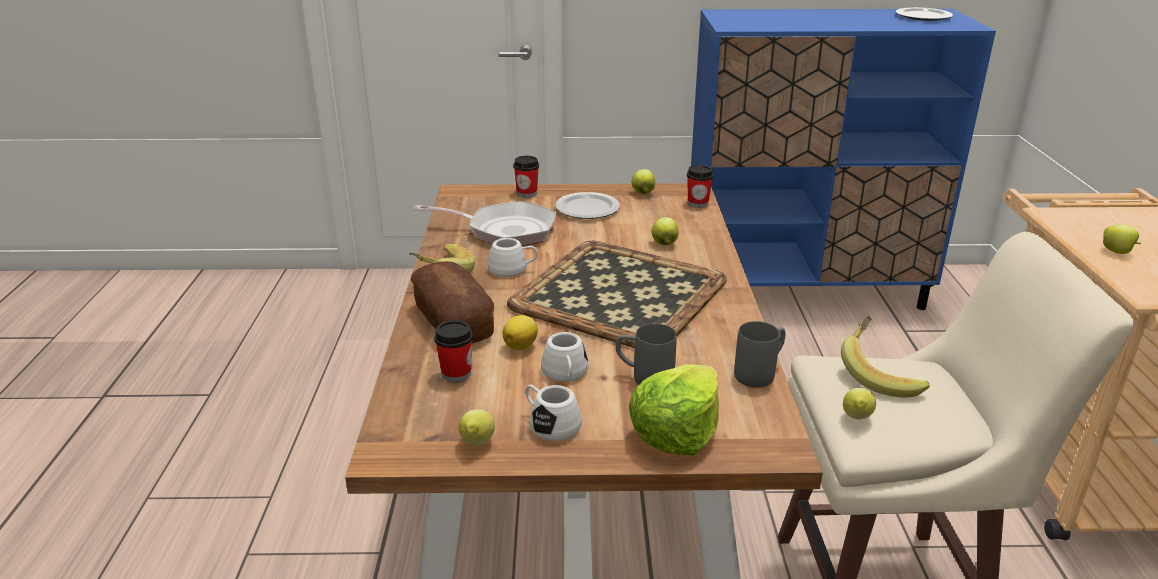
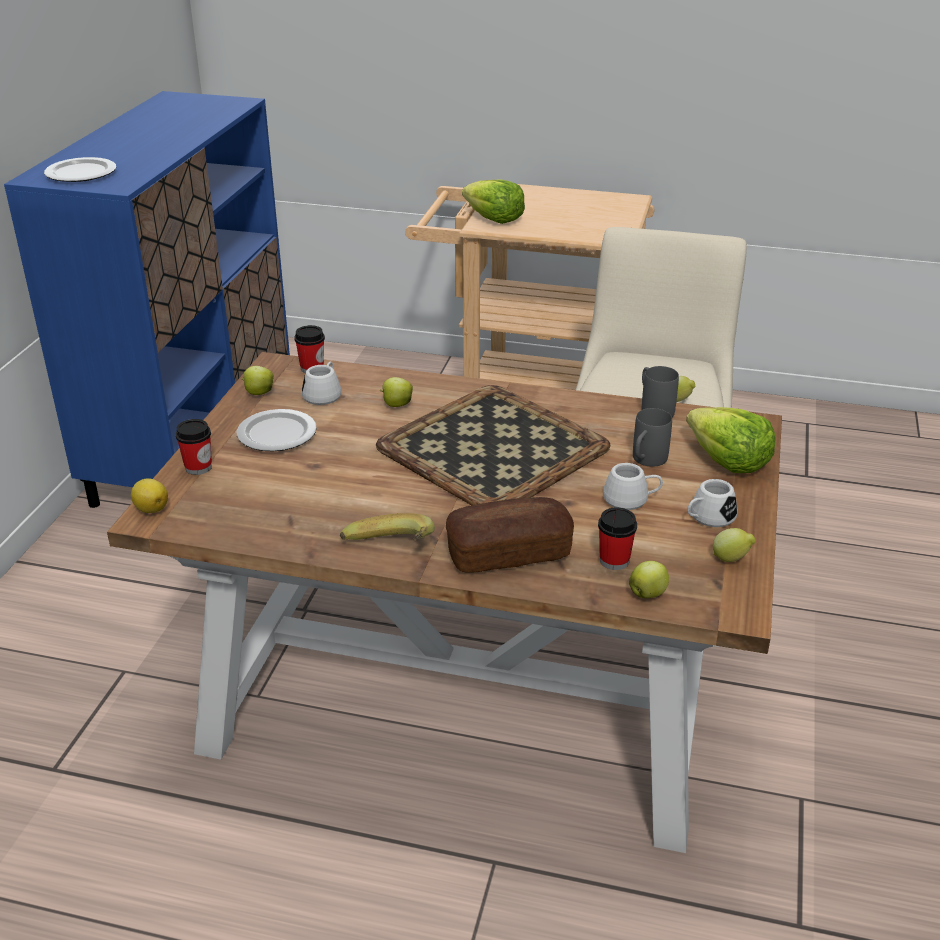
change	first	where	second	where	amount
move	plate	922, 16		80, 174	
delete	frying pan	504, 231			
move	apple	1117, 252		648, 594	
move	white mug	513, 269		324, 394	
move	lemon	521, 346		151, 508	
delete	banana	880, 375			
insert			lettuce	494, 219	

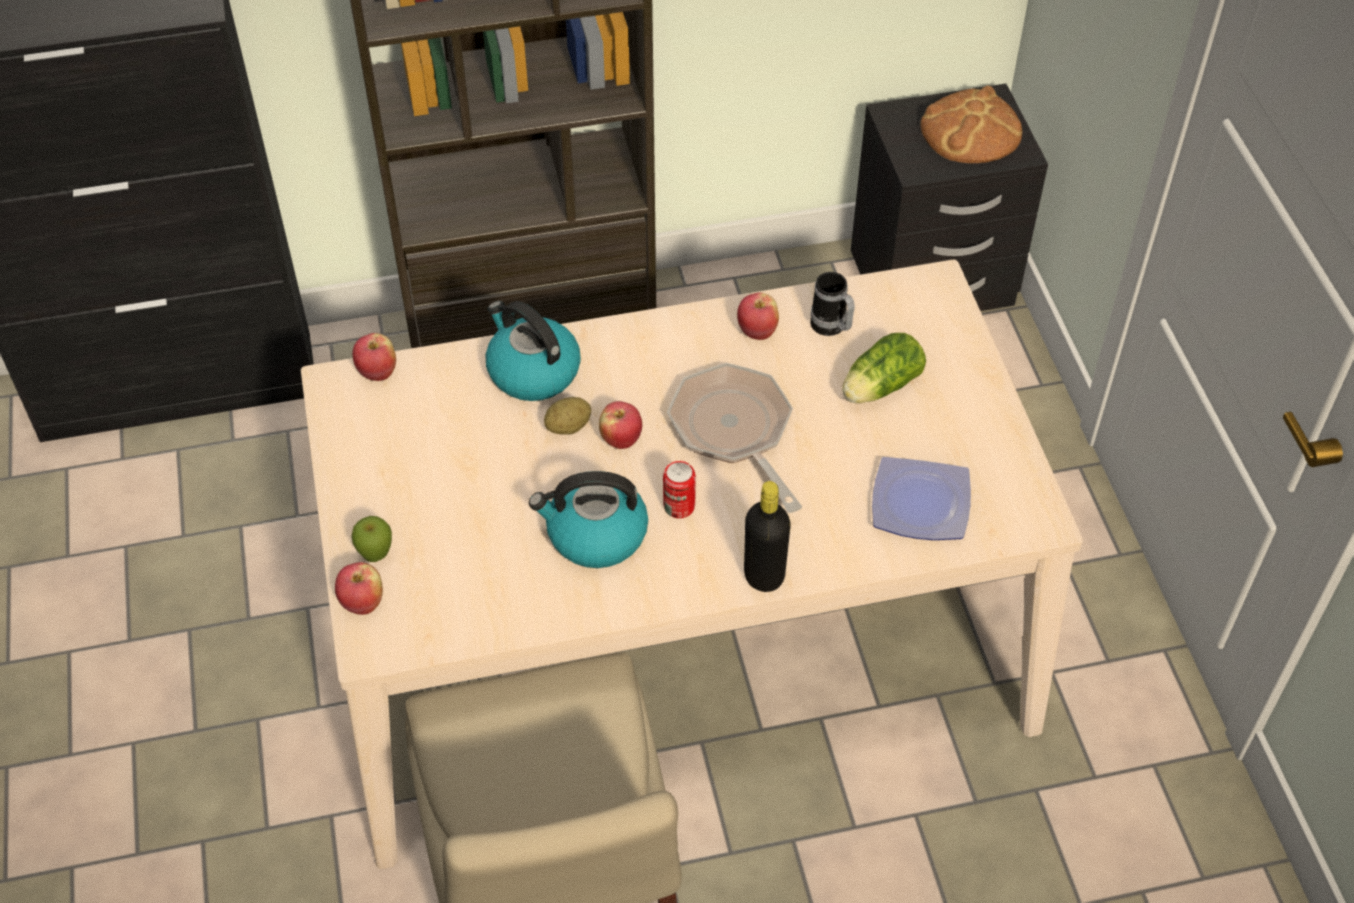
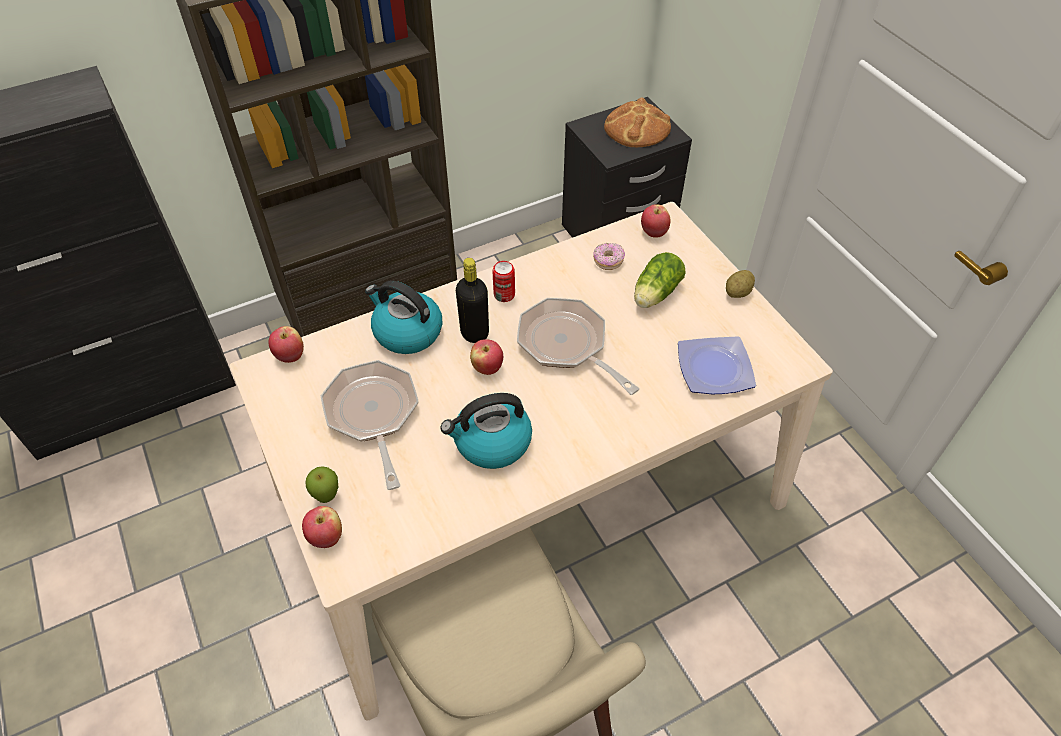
change	first	where	second	where	amount
replace	mug	832, 328	donut	608, 261	
move	apple	757, 331		654, 232	
move	potato	568, 427		737, 292	
move	can	679, 506		504, 295	
move	black bottle	764, 576		474, 333	
insert			frying pan	373, 415	

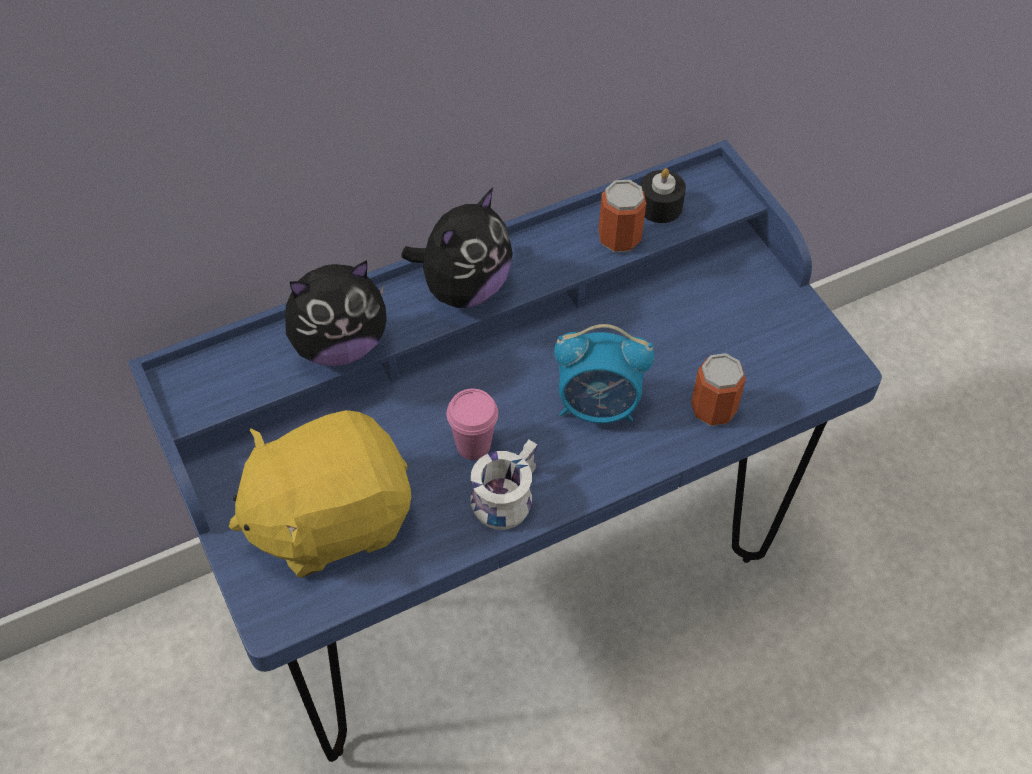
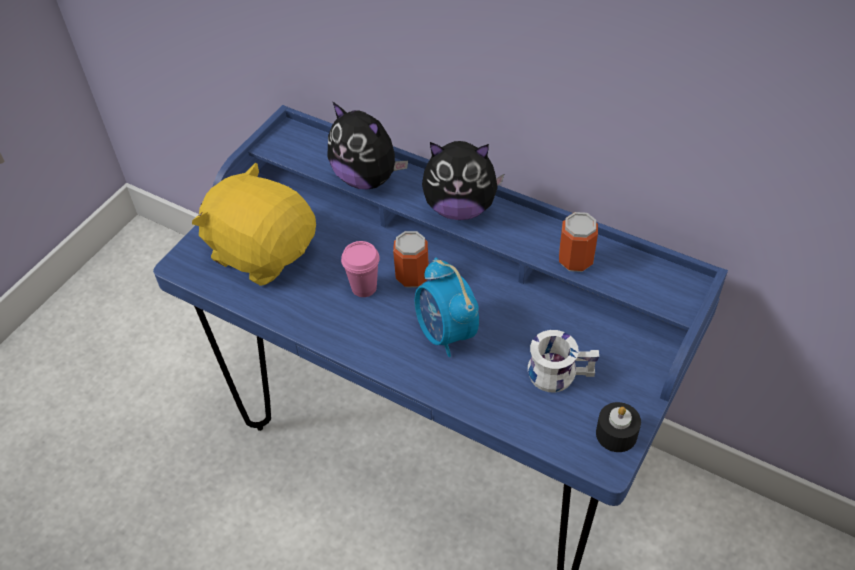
change	first	where	second	where	amount
move	black candle	660, 206		616, 434	
move	can	713, 409		412, 276	
move	white mug	503, 495		558, 371	

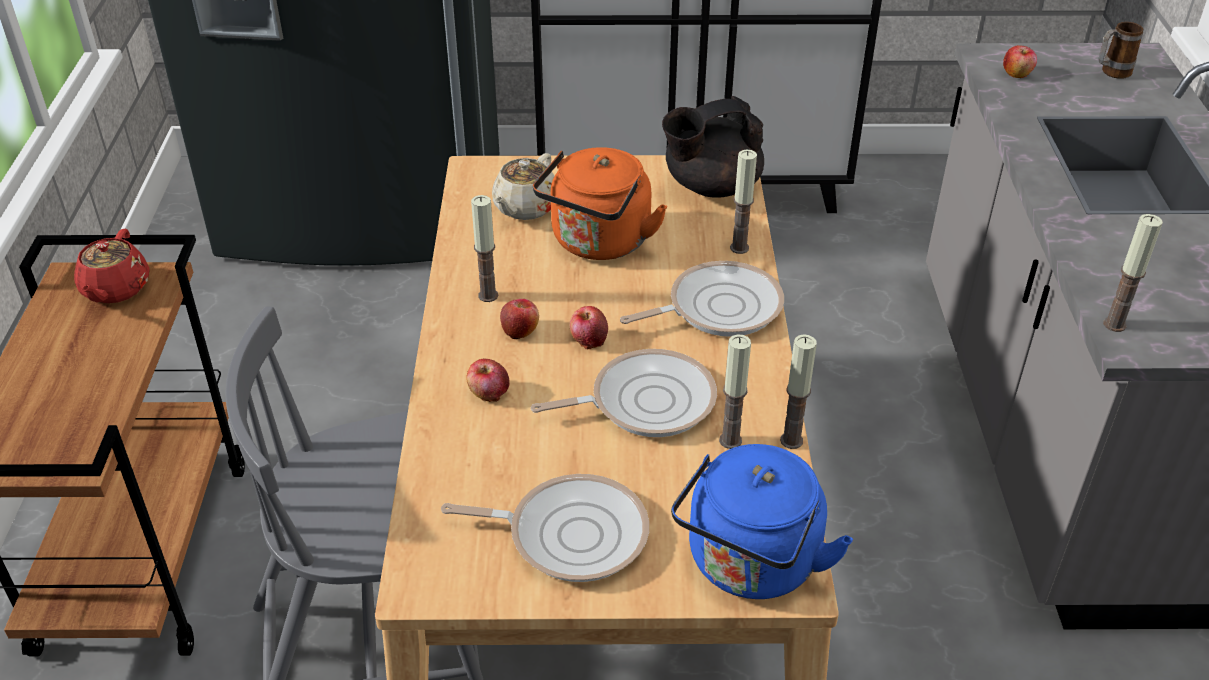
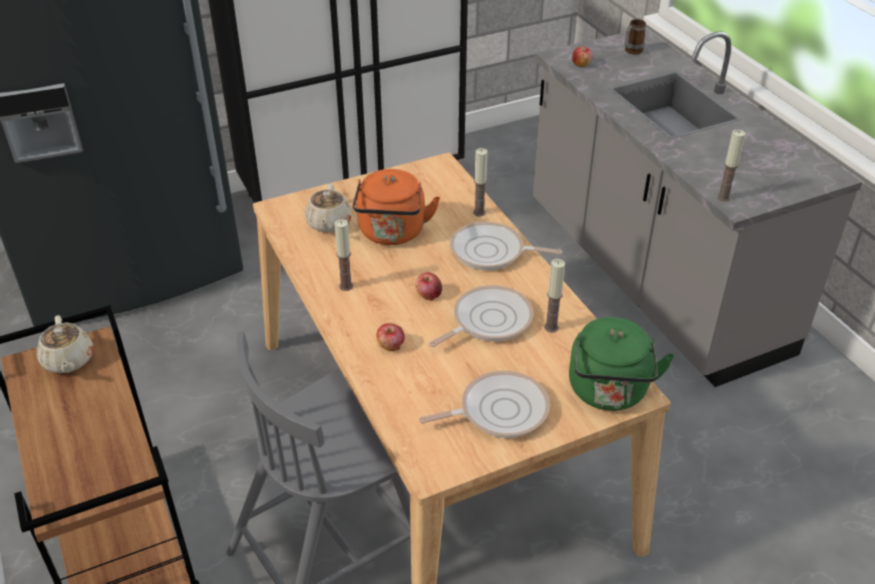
change	first	where	second	where	amount
delete	black teapot	710, 187			
recolor	red teapot	115, 289	beige teapot	68, 361	
rotate	frying pan	718, 307		491, 252	120 degrees counterclockwise
delete	apple	520, 330			
delete	candle	791, 440			
recolor	blue kettle	750, 566	green kettle	609, 393	

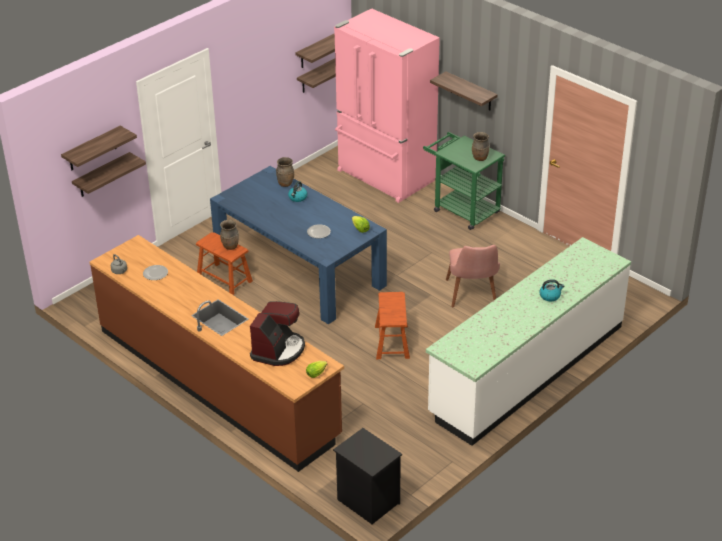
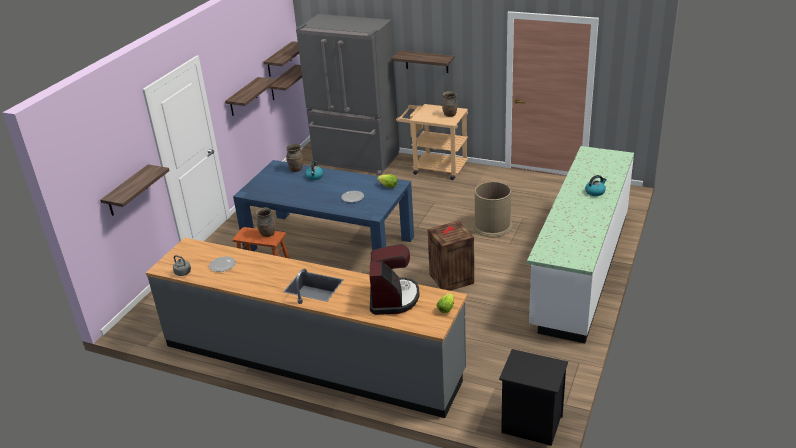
change	first	where	second	where	amount
recolor	pink fridge	384, 176	grey fridge	356, 160	
move	shelf	92, 149		243, 97	
recolor	green cart	462, 209	beige cart	435, 168	
recolor	brown counter	217, 382	grey counter	311, 359	
replace	pink chair	473, 297	brown trash can	492, 226	
replace	brown stool	392, 342	crate	450, 278	

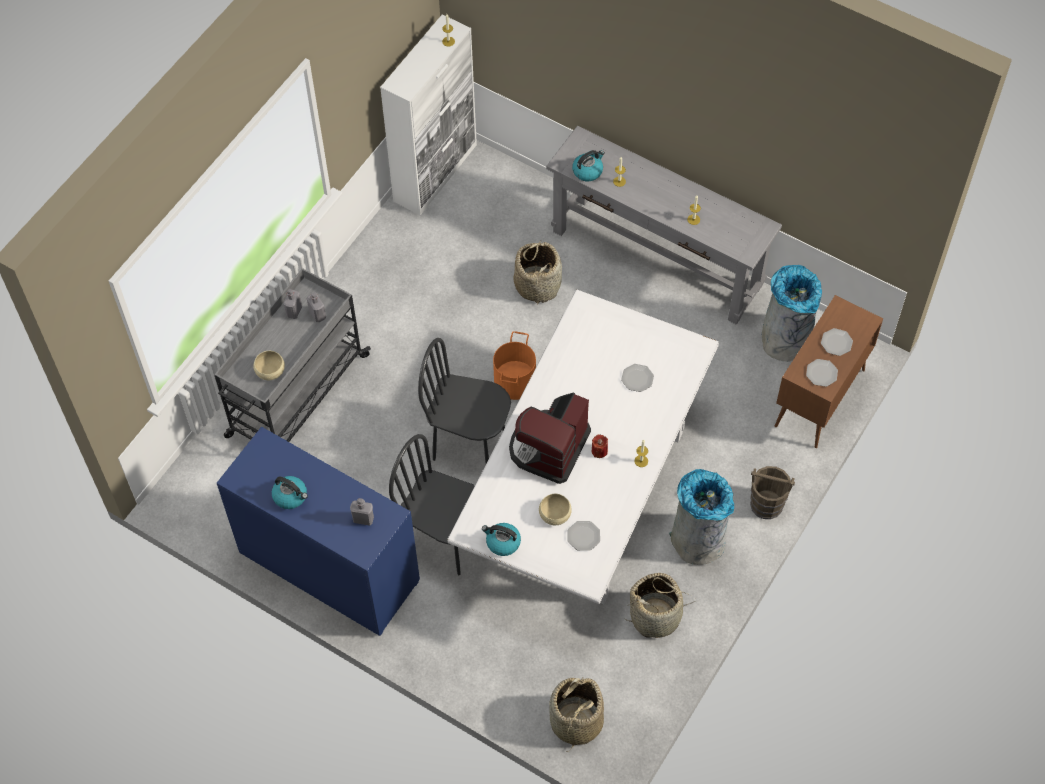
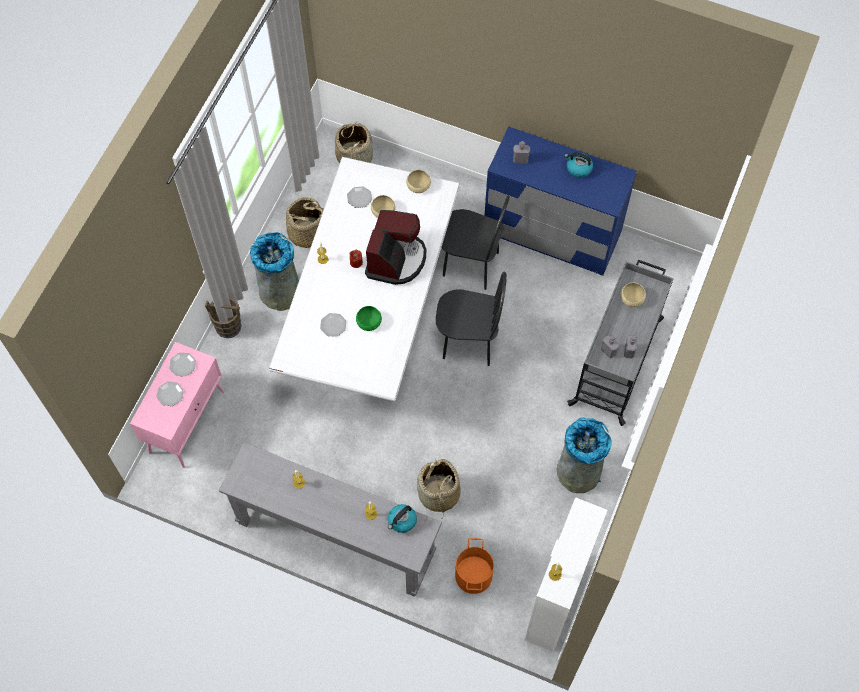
change	first	where	second	where	amount
move	grey trash can	785, 341		578, 471	
recolor	brown cabinet	819, 399	pink cabinet	187, 421	
move	orange bucket	515, 381		473, 575	
replace	kettle	502, 542	beige bowl	418, 185	
insert			green bowl	369, 322	

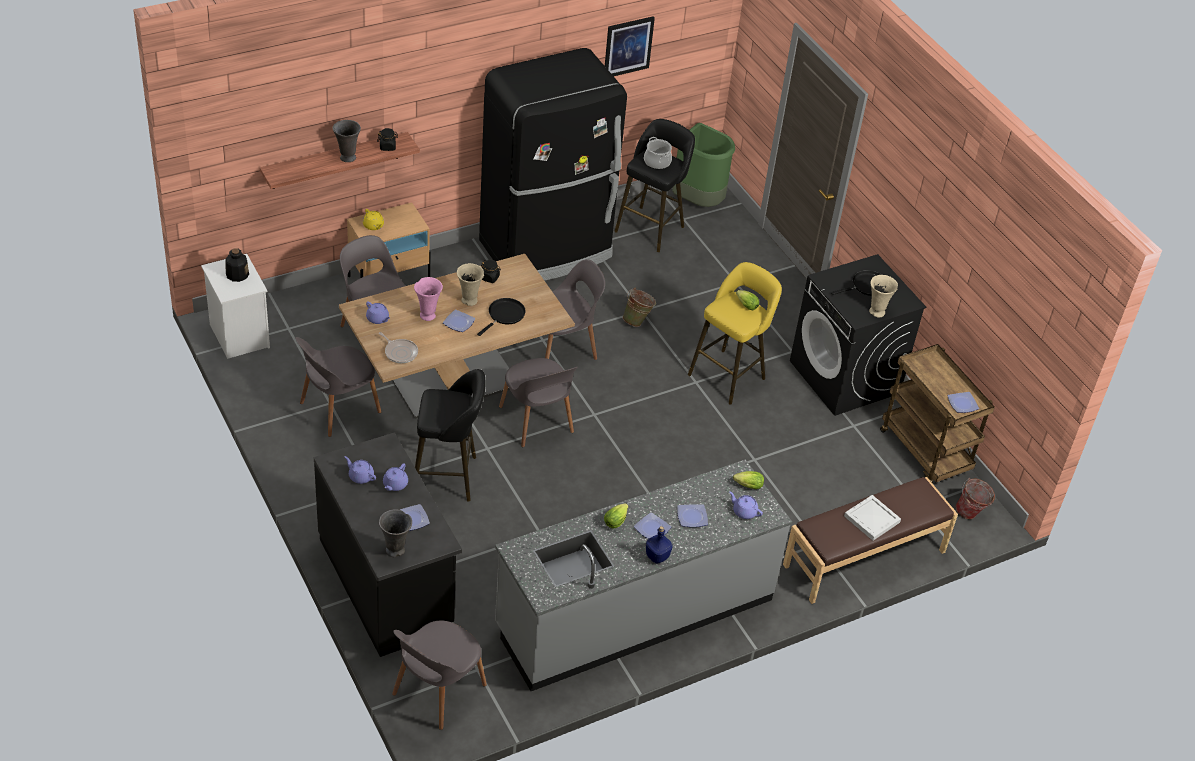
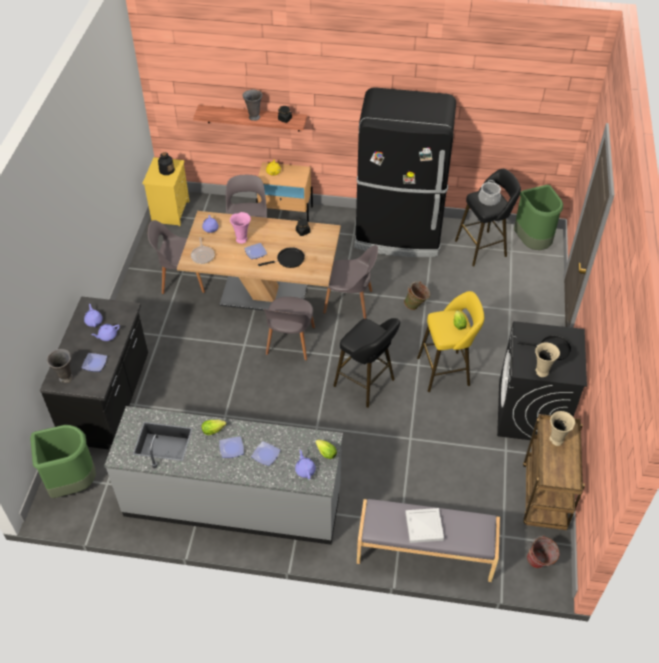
change	first	where	second	where	amount
delete	picture	628, 46			
recolor	white nightstand	238, 335	yellow nightstand	170, 211	
move	beige vase	469, 301		556, 440	
move	black stool	448, 476		367, 384	
delete	plate	962, 404			
recolor	brown bench	865, 559	grey bench	425, 553	
delete	blue bottle	657, 556			
replace	grey chair	437, 691	green trash can	72, 484	

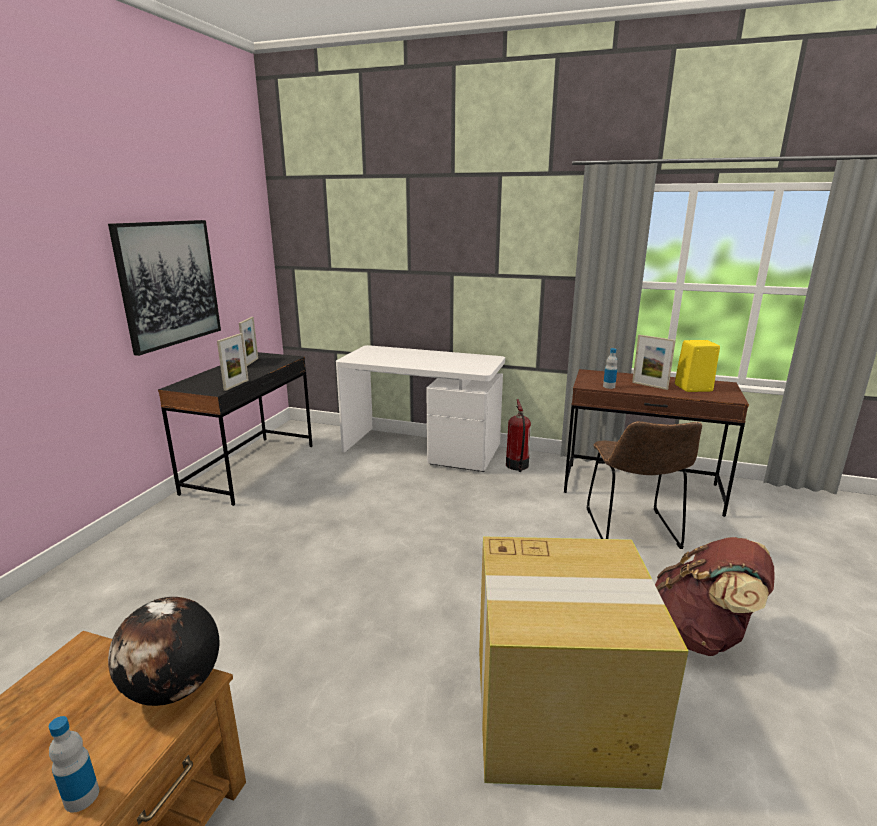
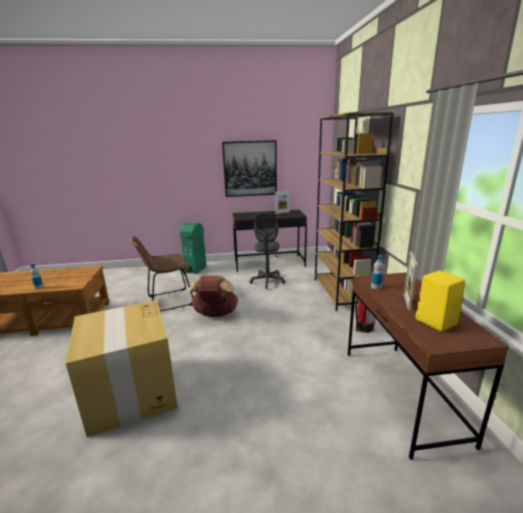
change	first	where	second	where	amount
delete	picture frame	236, 385			
replace	white desk	422, 449	brown bookcase	341, 292	
move	brown chair	633, 531		167, 301	
move	brown backpack	701, 635		215, 314	
delete	globe	174, 688			
insert			grey office chair	267, 281	
insert			green trash can	196, 269	

